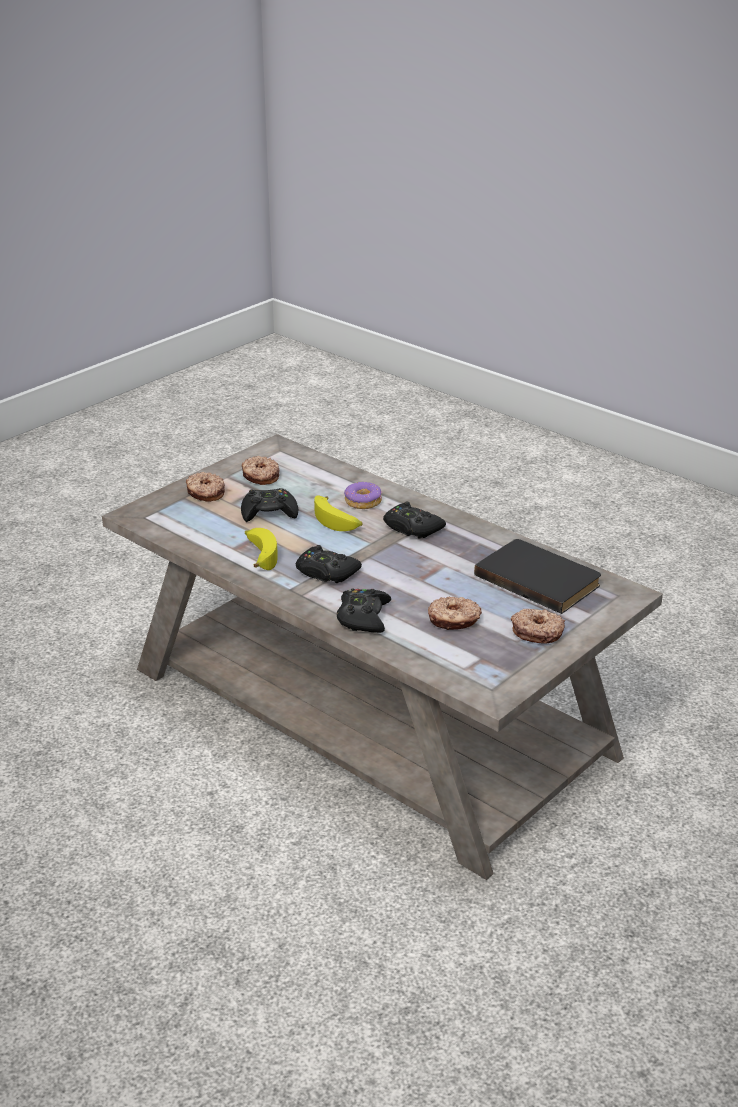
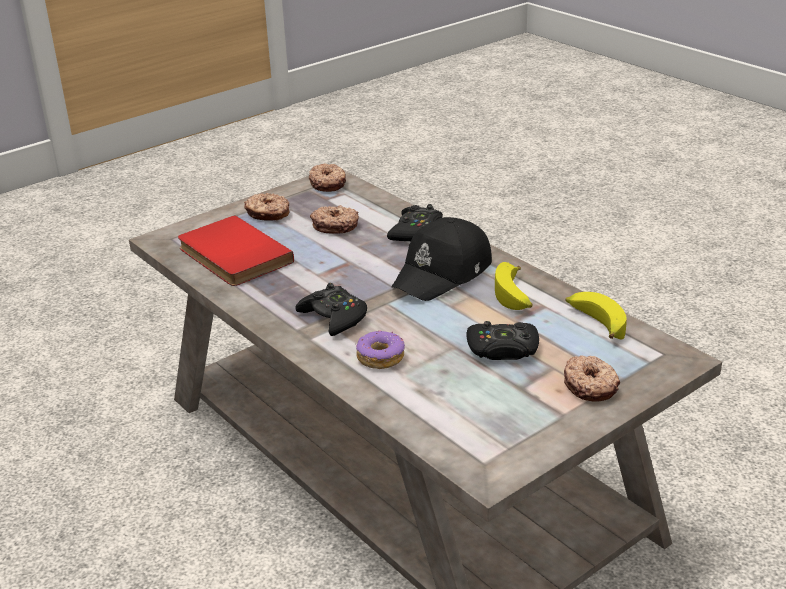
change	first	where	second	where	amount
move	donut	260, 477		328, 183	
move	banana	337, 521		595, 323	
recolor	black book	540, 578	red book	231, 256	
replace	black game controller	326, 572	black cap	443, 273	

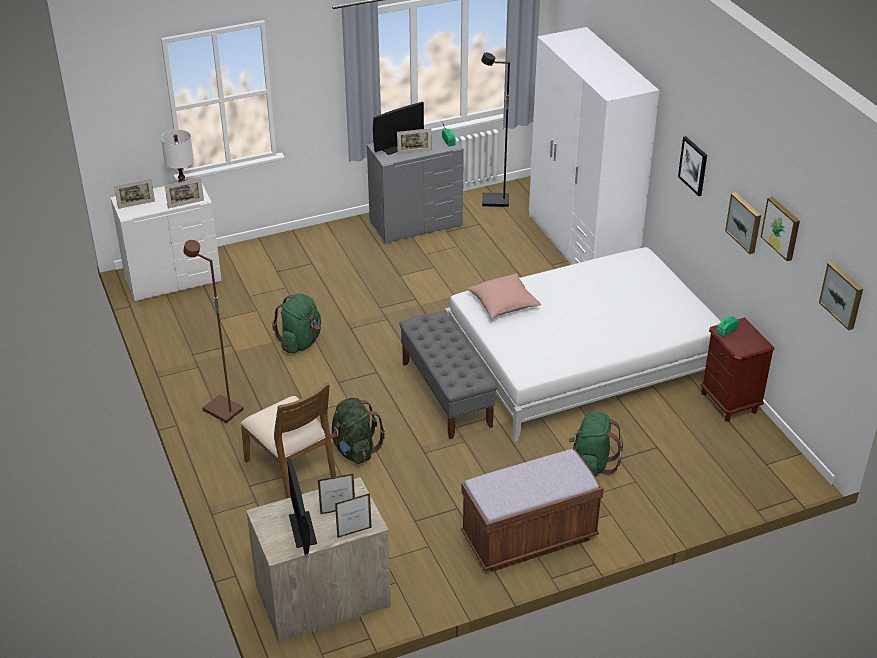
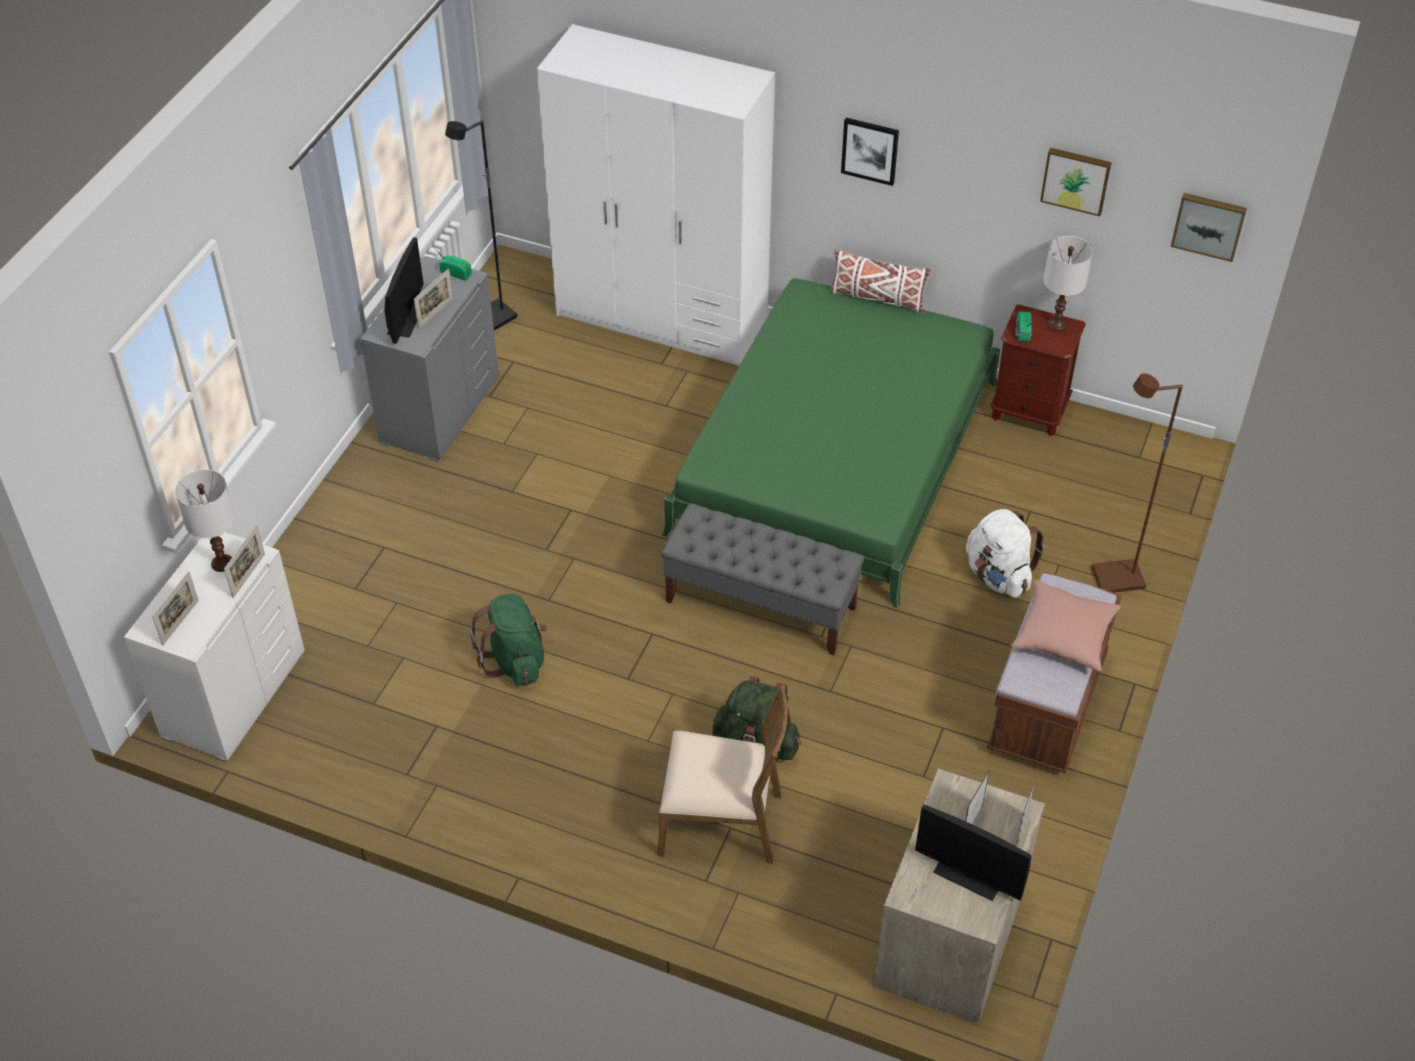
change	first	where	second	where	amount
delete	picture	745, 222			
move	brown floor lamp	222, 410		1117, 579	
recolor	white bed	583, 356	green bed	835, 457	
move	pink pillow	503, 304		1064, 635	
recolor	green backpack	592, 464	white backpack	998, 576	
insert			white table lamp	1057, 324	
insert			white pillow	877, 298	

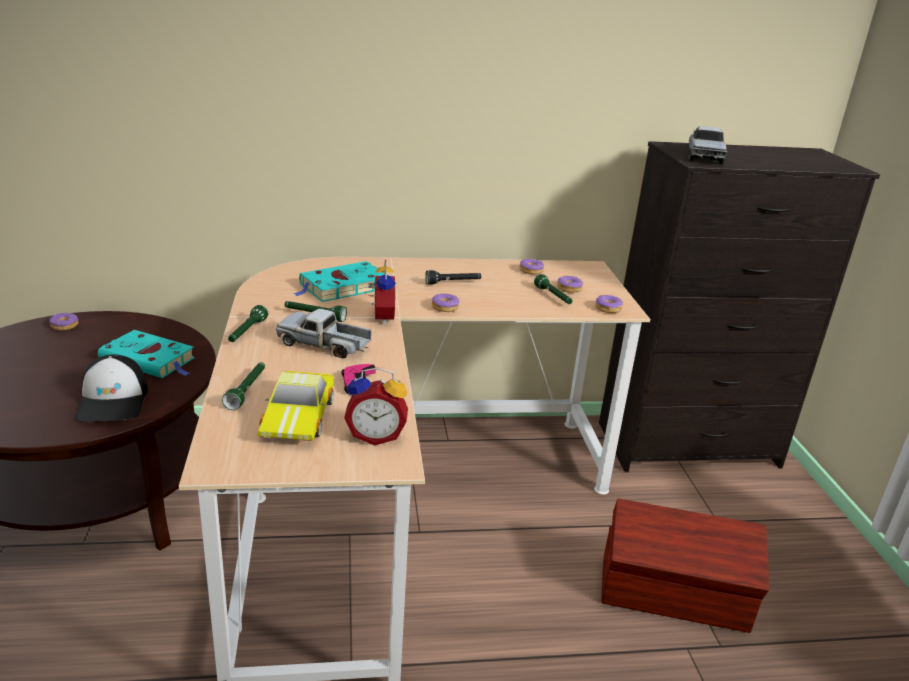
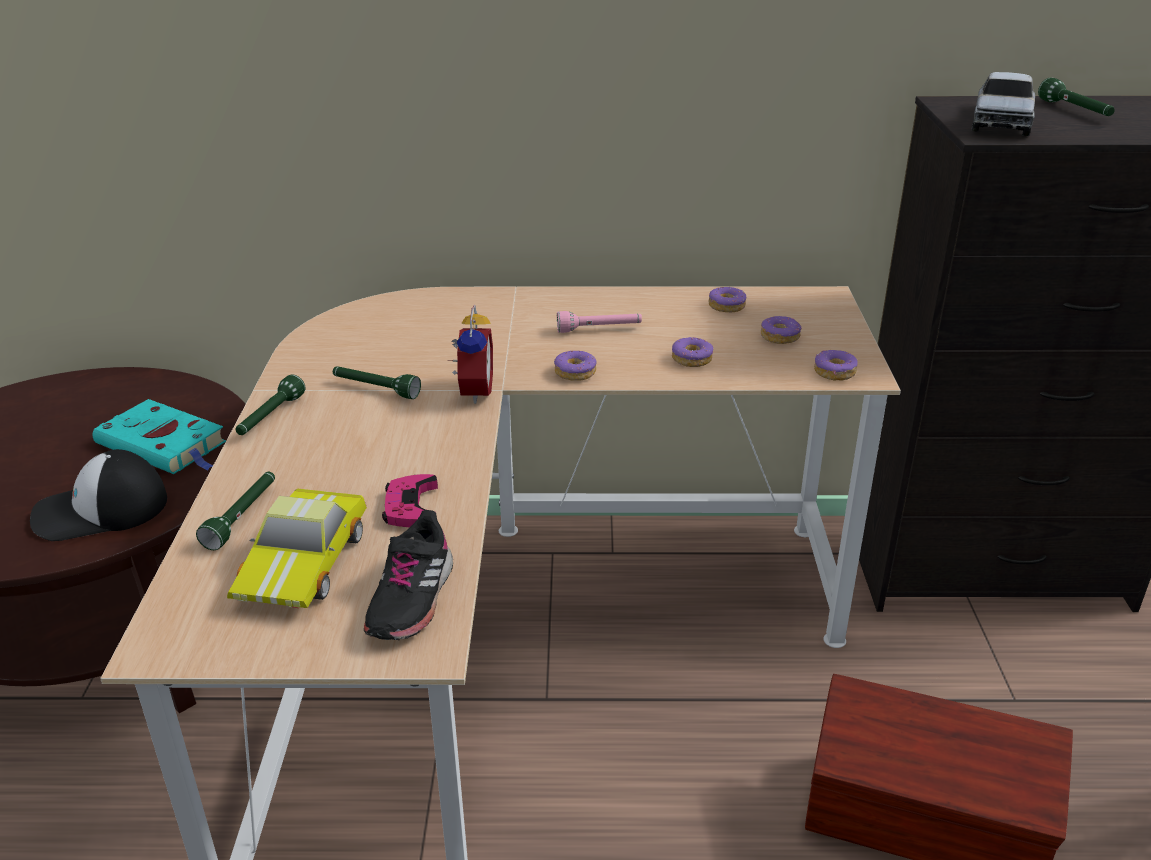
change	first	where	second	where	amount
delete	turquoise book	342, 287			
recolor	black flashlight	453, 283	pink flashlight	599, 329	
move	green flashlight	553, 297		1075, 111	
delete	toy truck	324, 345			
move	donut	65, 326		692, 359	
rotate	cap	113, 401		100, 510	75 degrees clockwise
replace	alarm clock	376, 436	black shoe	410, 598	

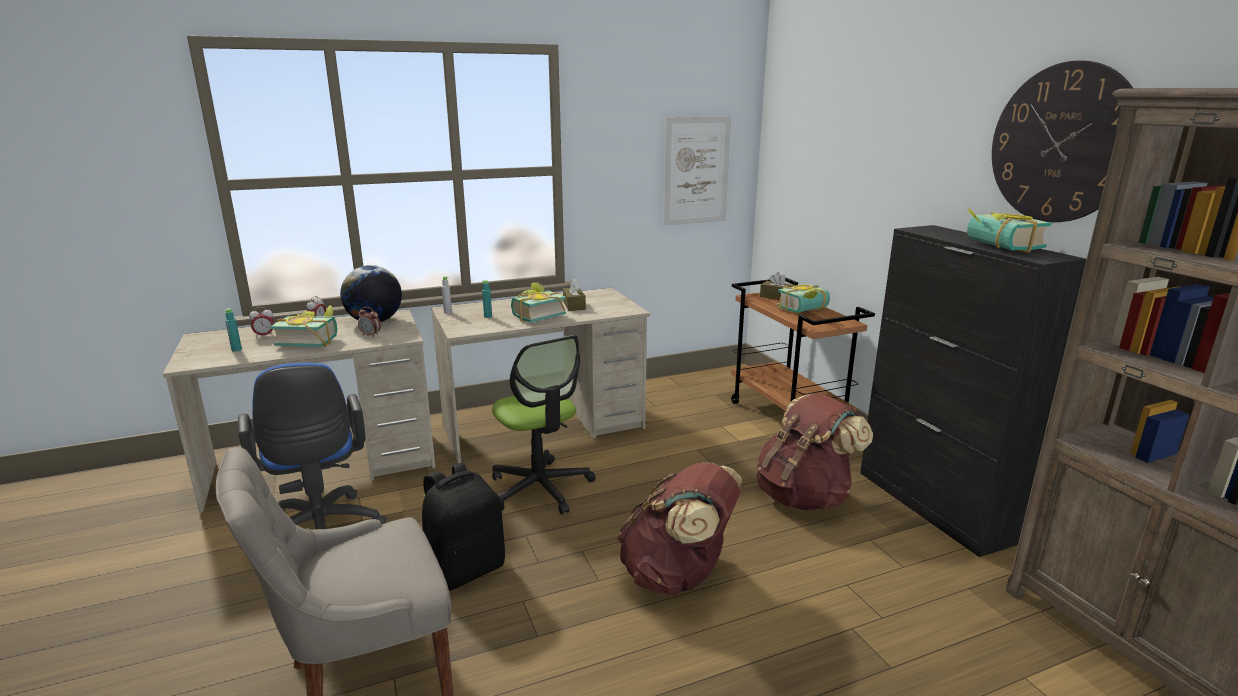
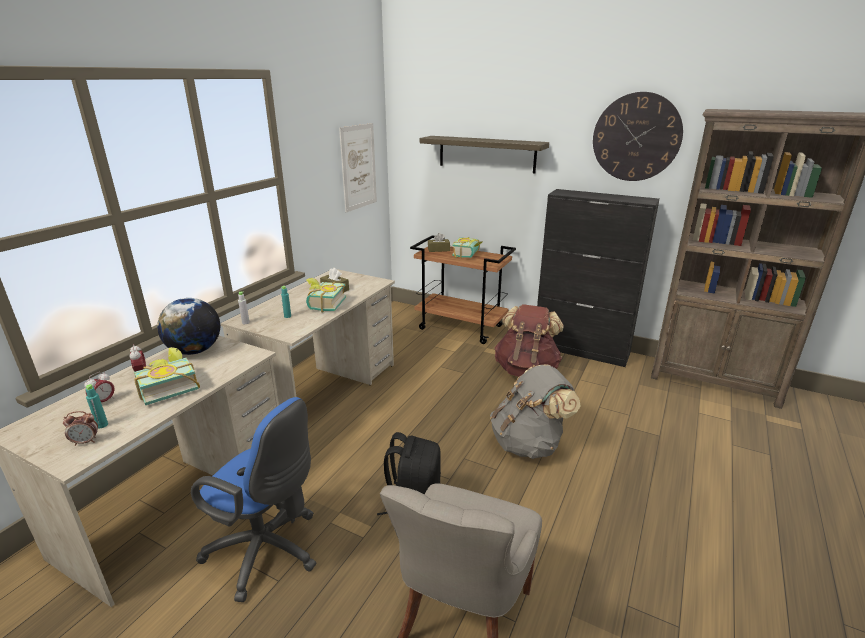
change	first	where	second	where	amount
delete	book	997, 247			
move	alarm clock	370, 335		86, 442	
delete	office chair	540, 488			
recolor	brown backpack	678, 575	grey backpack	529, 443	
insert			shelf	486, 154	

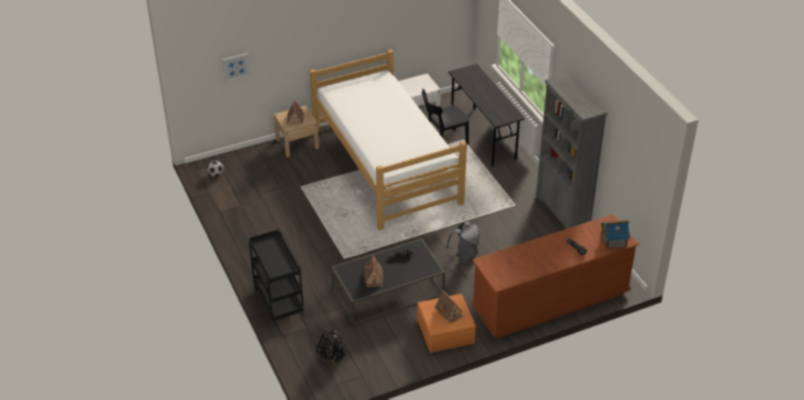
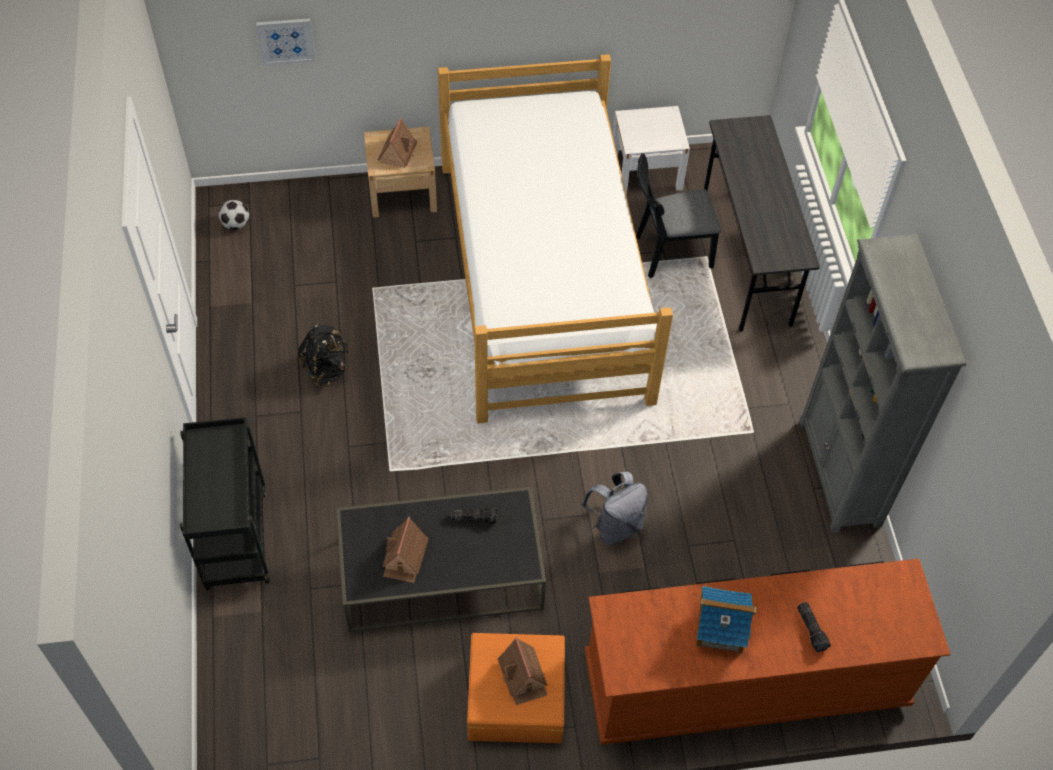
change	first	where	second	where	amount
move	toy house	613, 240		720, 628	
move	black backpack	332, 356		326, 368	

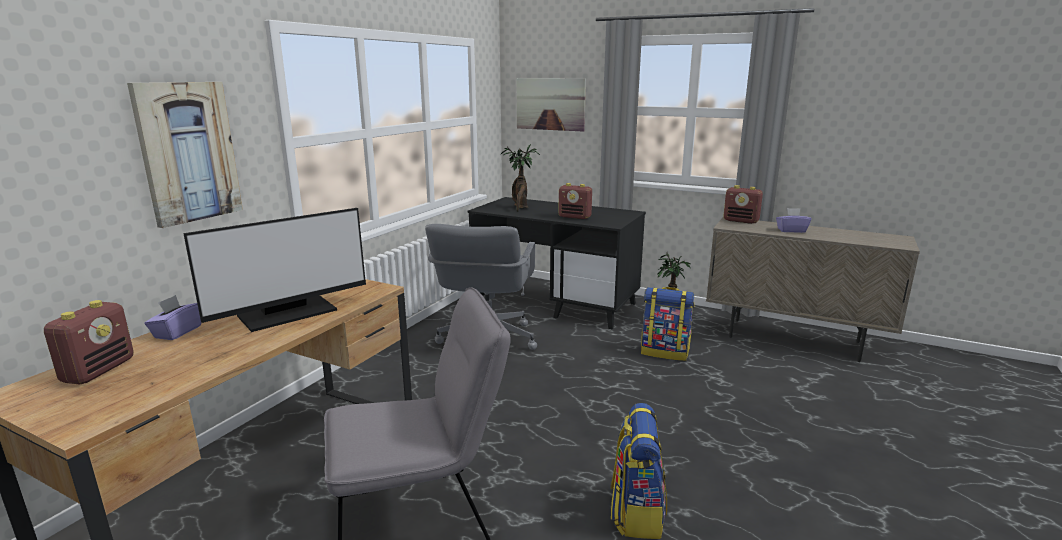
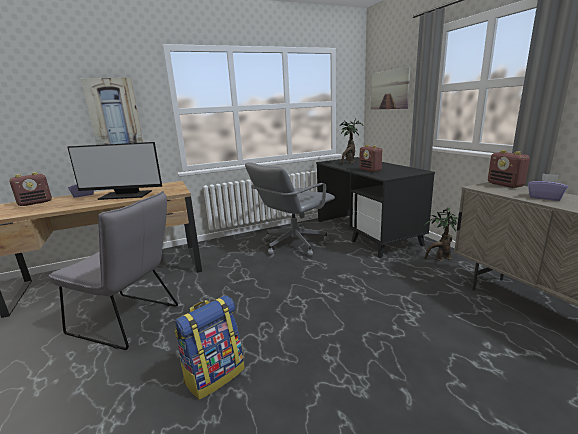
change	first	where	second	where	amount
delete	backpack	665, 352			

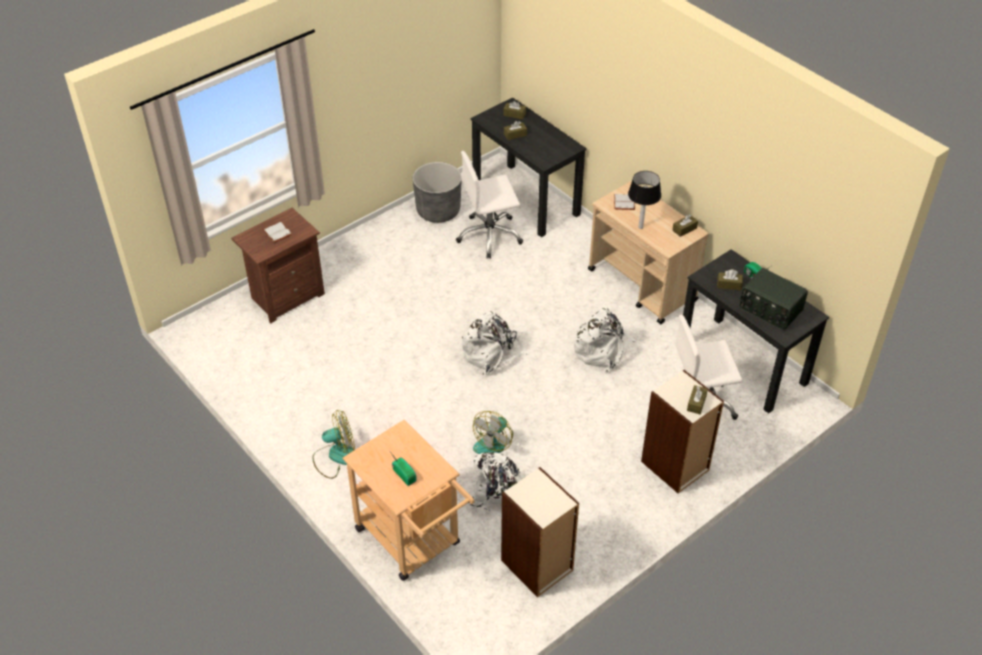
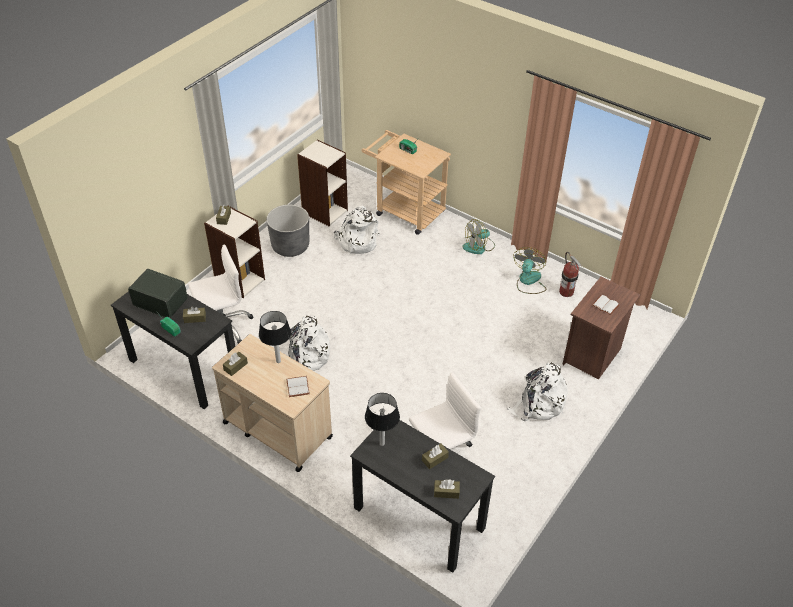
change	first	where	second	where	amount
move	grey planter	438, 211		290, 246	
move	white backpack	492, 354		538, 404	
move	fan	494, 441		528, 281	
insert			fire extinguisher	566, 292	
insert			table lamp	382, 443	

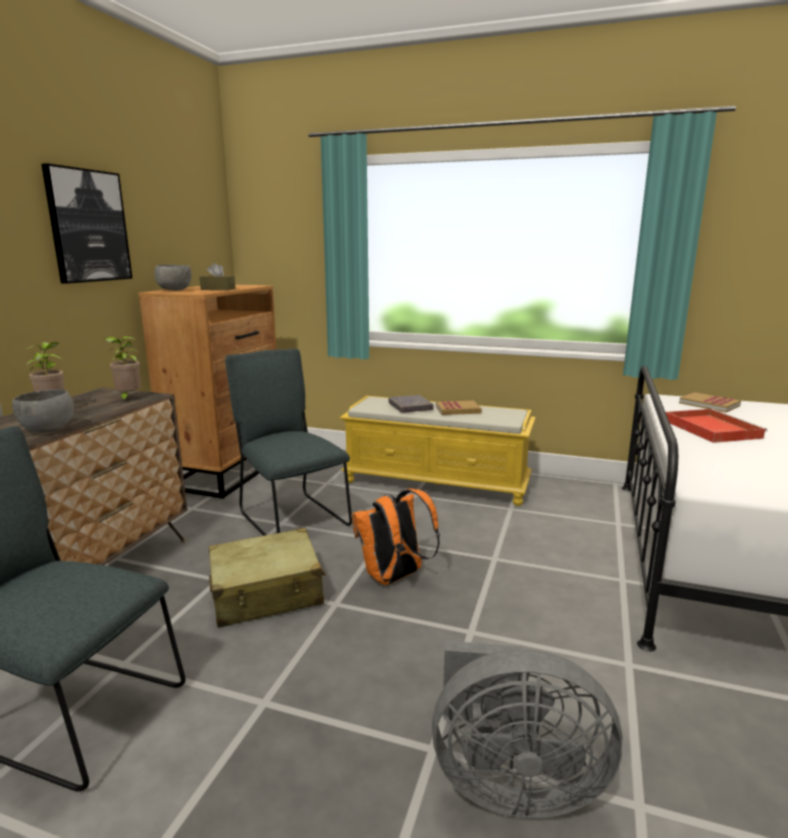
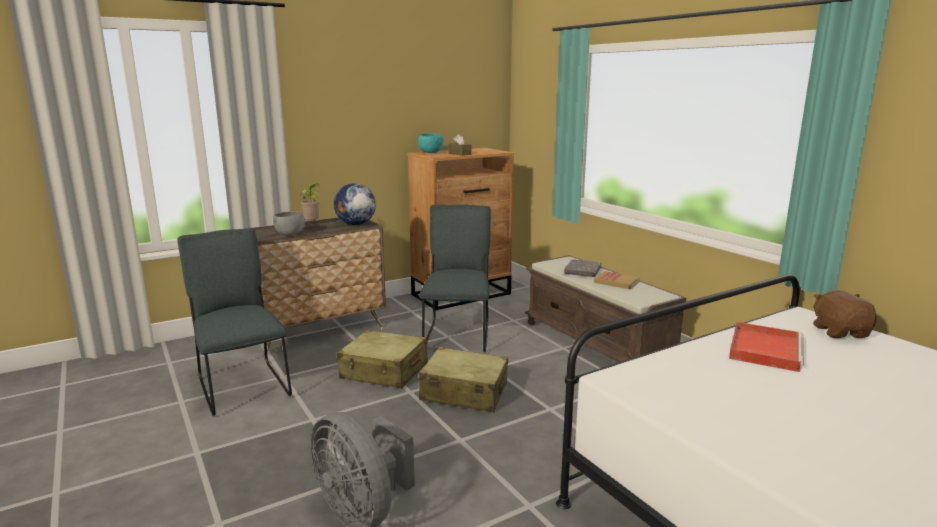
change	first	where	second	where	amount
delete	picture	88, 226			
recolor	grey bowl	175, 290	turquoise bowl	431, 152	
replace	potted plant	128, 398	globe	355, 224	
replace	book	709, 404	brown plush toy	840, 332	
recolor	yellow bench	437, 482	brown bench	598, 344	
replace	orange backpack	394, 577	beige suitcase	464, 392	

